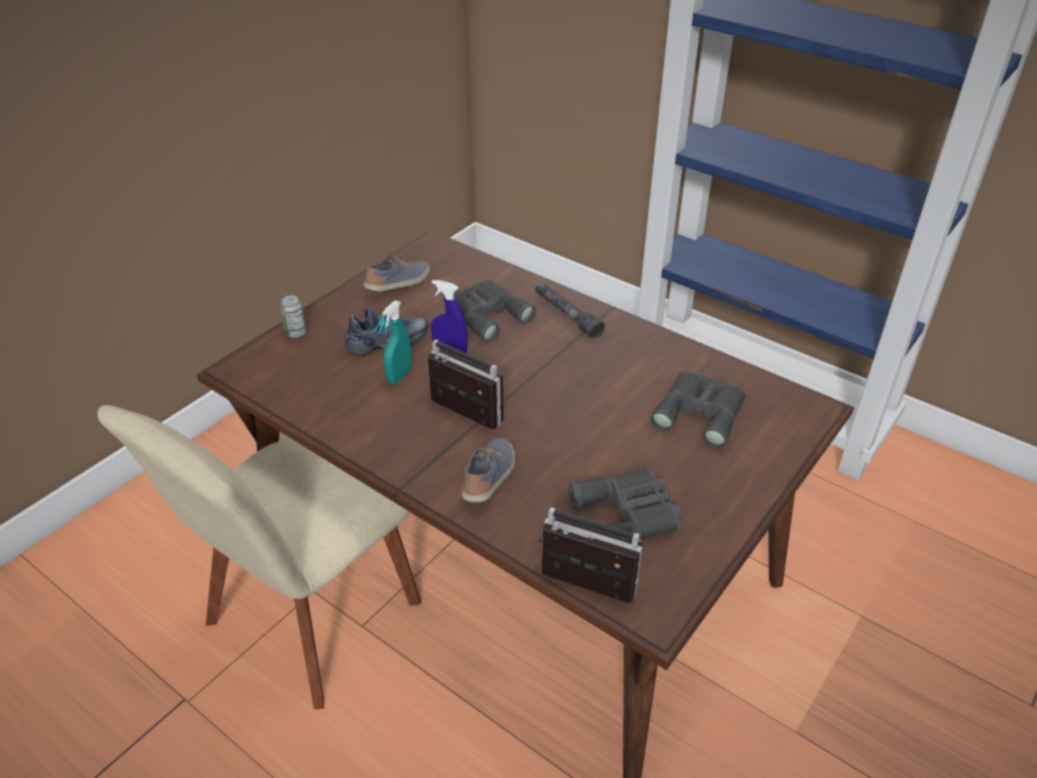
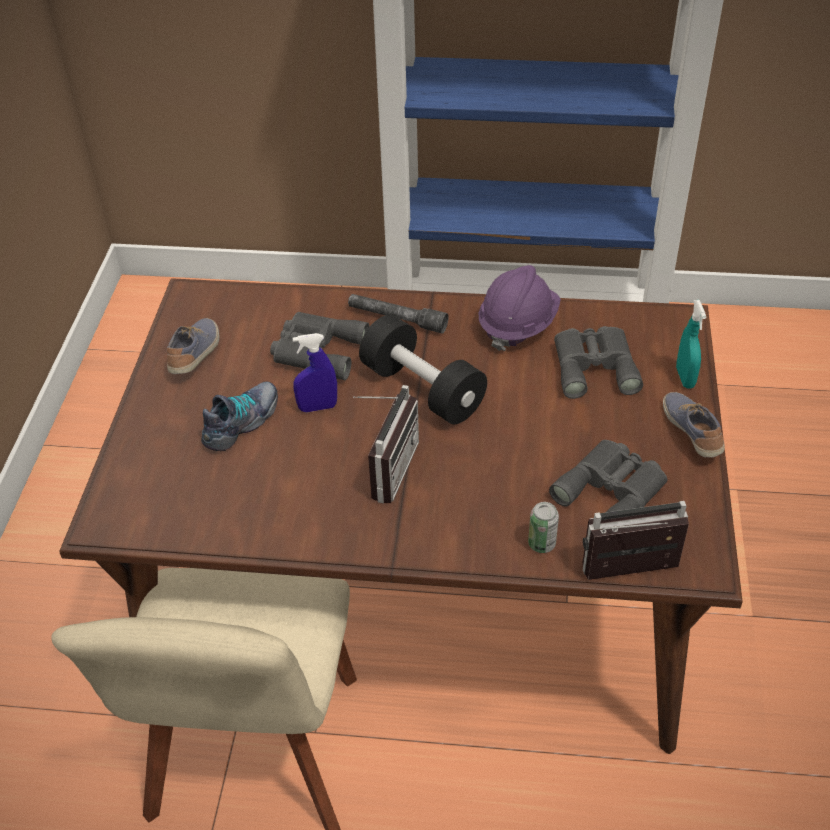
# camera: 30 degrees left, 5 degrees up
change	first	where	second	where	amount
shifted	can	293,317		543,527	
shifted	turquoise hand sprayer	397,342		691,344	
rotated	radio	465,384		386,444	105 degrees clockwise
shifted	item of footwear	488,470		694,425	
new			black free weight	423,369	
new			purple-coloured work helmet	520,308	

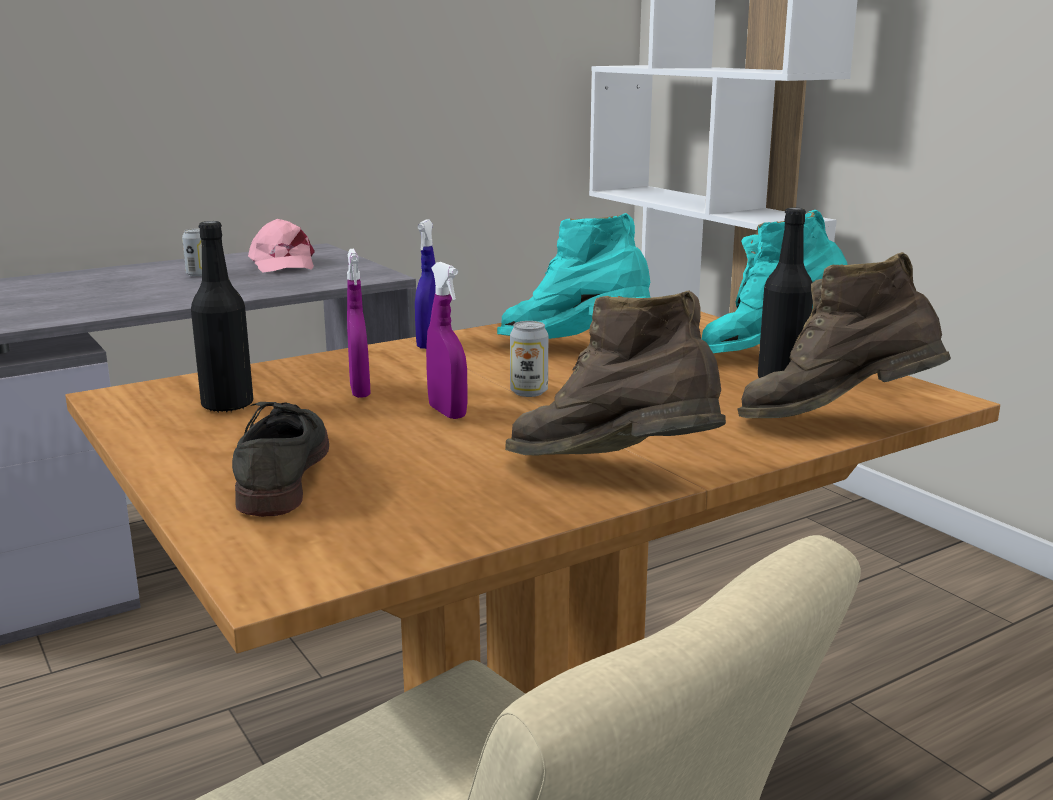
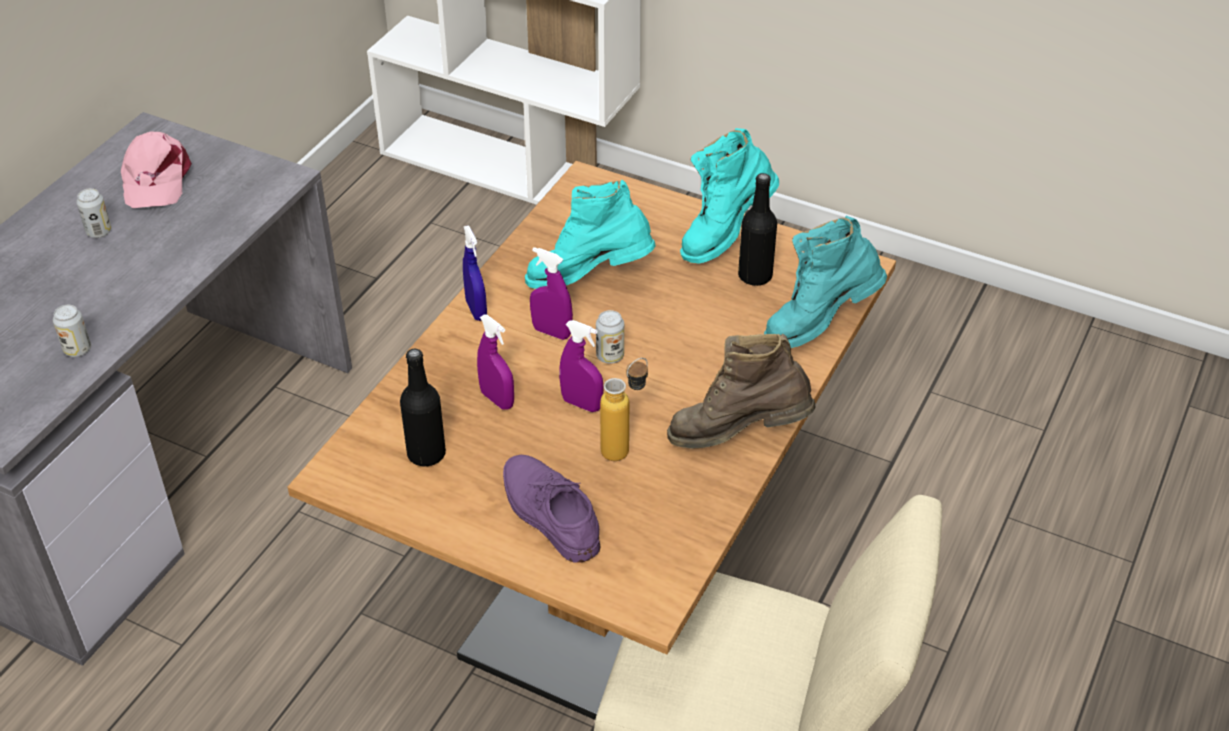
# camera: 30 degrees left, 25 degrees up
change	first	where	second	where	amount
repainted	gray item of footwear	280,459	purple-coloured item of footwear	551,509	
rotated	pink-coloured peaked cap	281,246		156,170	45 degrees clockwise
repainted	brownish boot	844,335	turquoise boot	825,282	
new			can	72,331	
new			purple-coloured hand sprayer	551,293	
new			drink bottle	624,409	

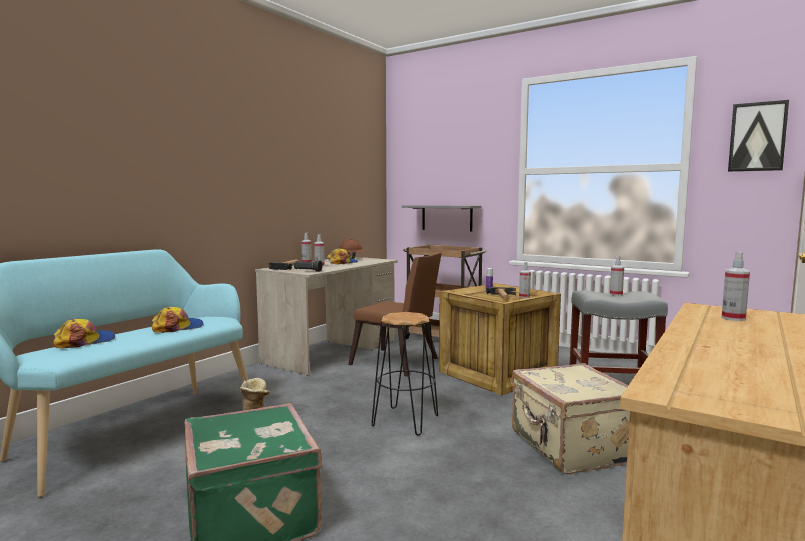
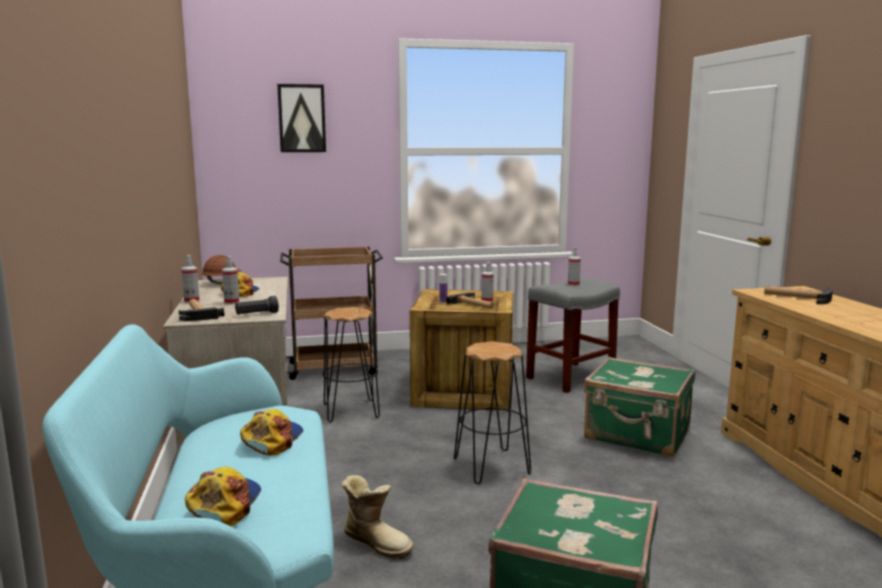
# camera: 45 degrees left, 5 degrees up
change	first	where	second	where	amount
swapped	brownish chair	395,315	black sitting stool	351,365	
gone	gray shelf	442,218			
repainted	beige-coloured suitcase	571,418	green-coloured suitcase	639,407	
swapped	hand sprayer	736,286	hand hammer	798,295	
shifted	wall art	758,136		301,118	

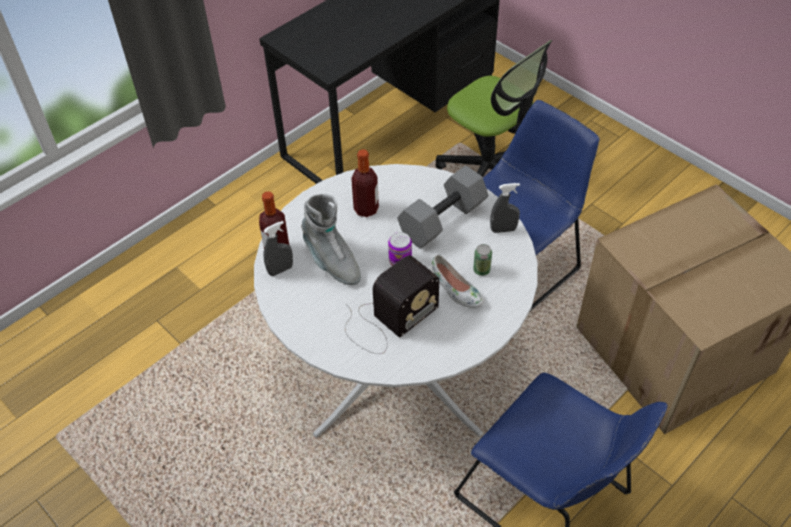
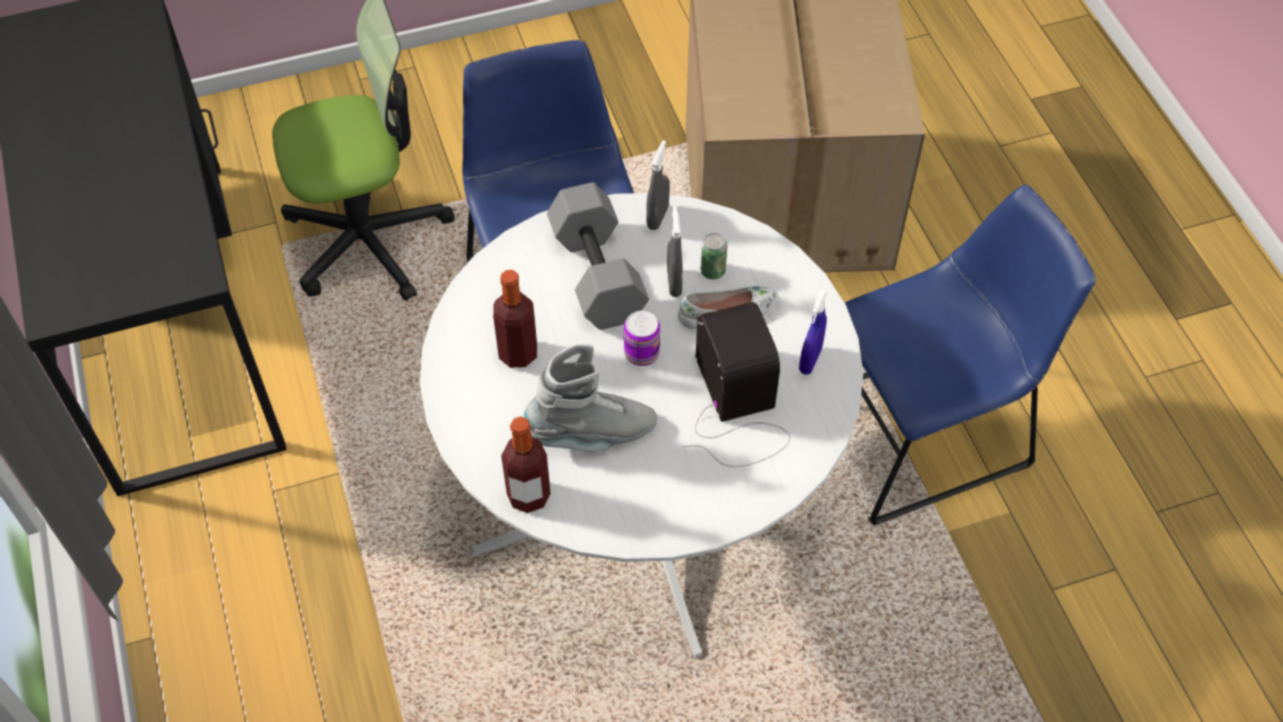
# camera: 65 degrees left, 5 degrees up
change	first	where	second	where	amount
shifted	gray hand sprayer	278,248		675,251	
new			blue-coloured hand sprayer	813,332	

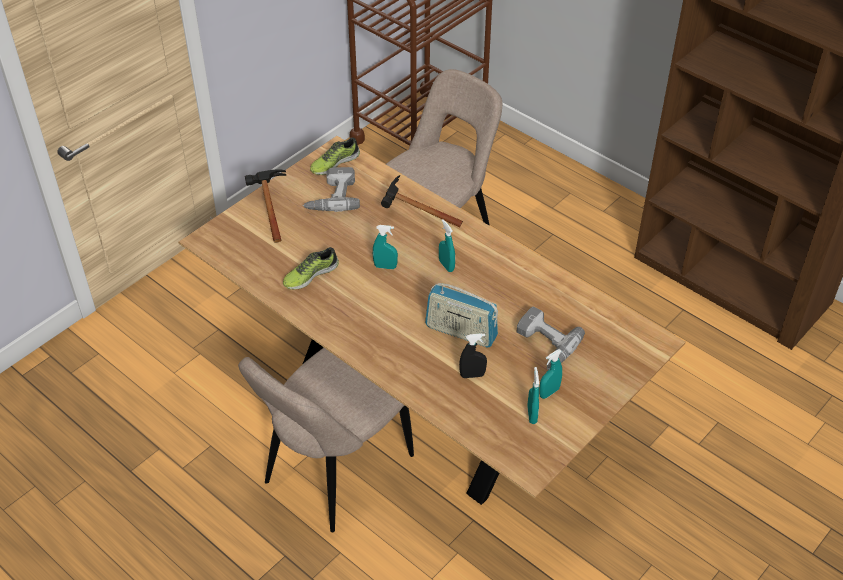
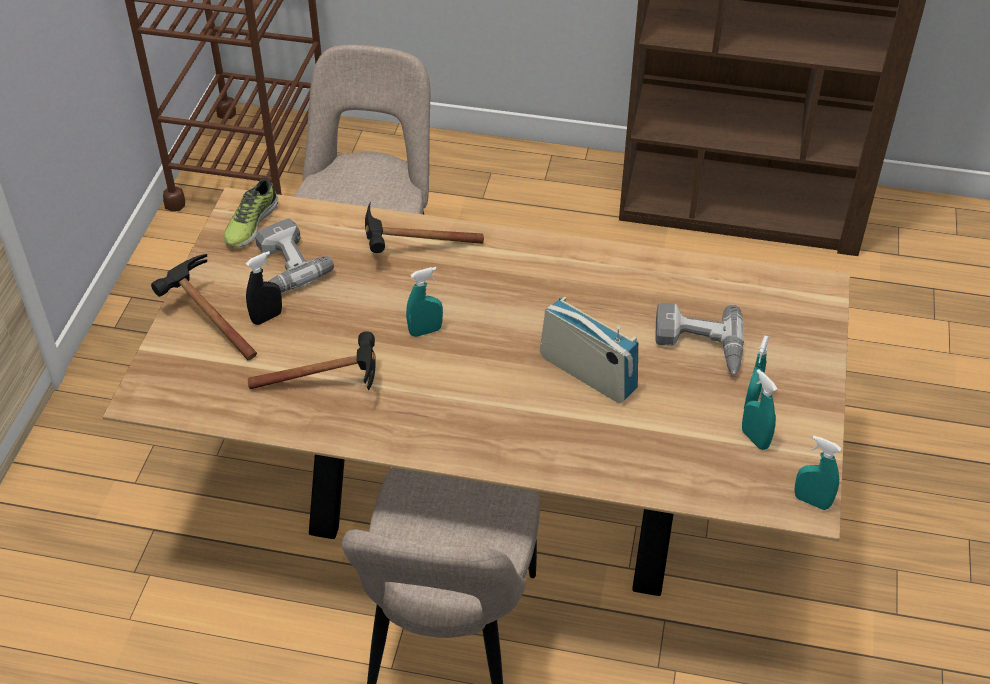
# camera: 30 degrees left, 0 degrees up
change	first	where	second	where	amount
swapped	item of footwear	311,268	hand hammer	312,360	
rotated	radio	461,315		589,350	135 degrees counterclockwise
shifted	turquoise hand sprayer	447,245		818,473	
shifted	black hand sprayer	473,355		264,288	

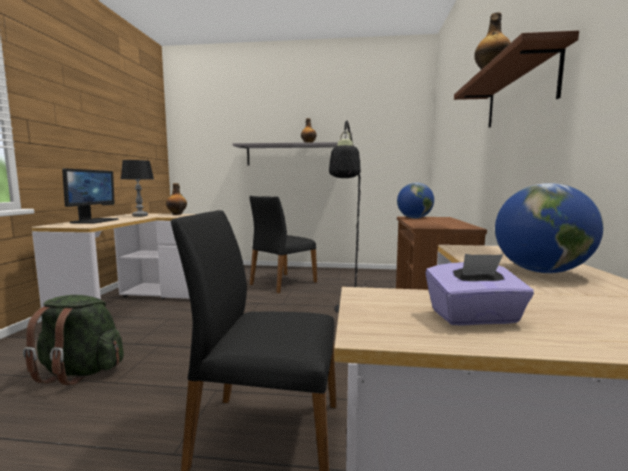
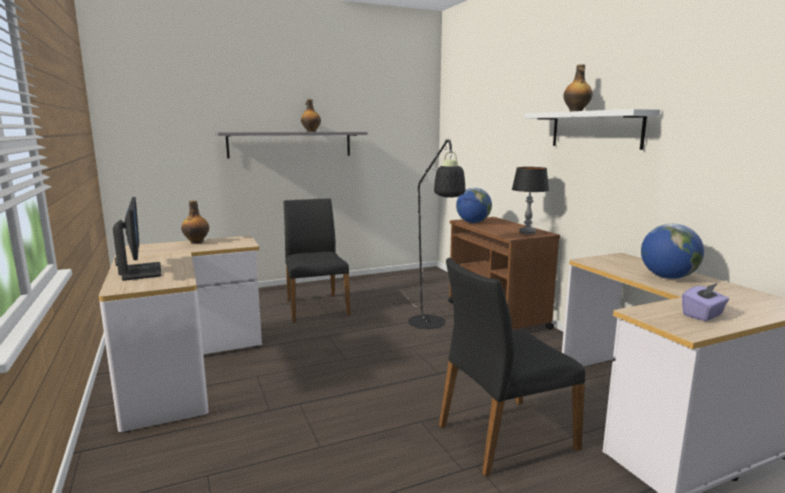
# camera: 30 degrees left, 5 degrees up
change	first	where	second	where	amount
gone	green-coloured knapsack	73,340			
shifted	lamp for a table	137,188		530,200	
rotated	black chair	283,244		317,260	150 degrees clockwise
repainted	brownish shelf	516,79	whitish shelf	592,129	

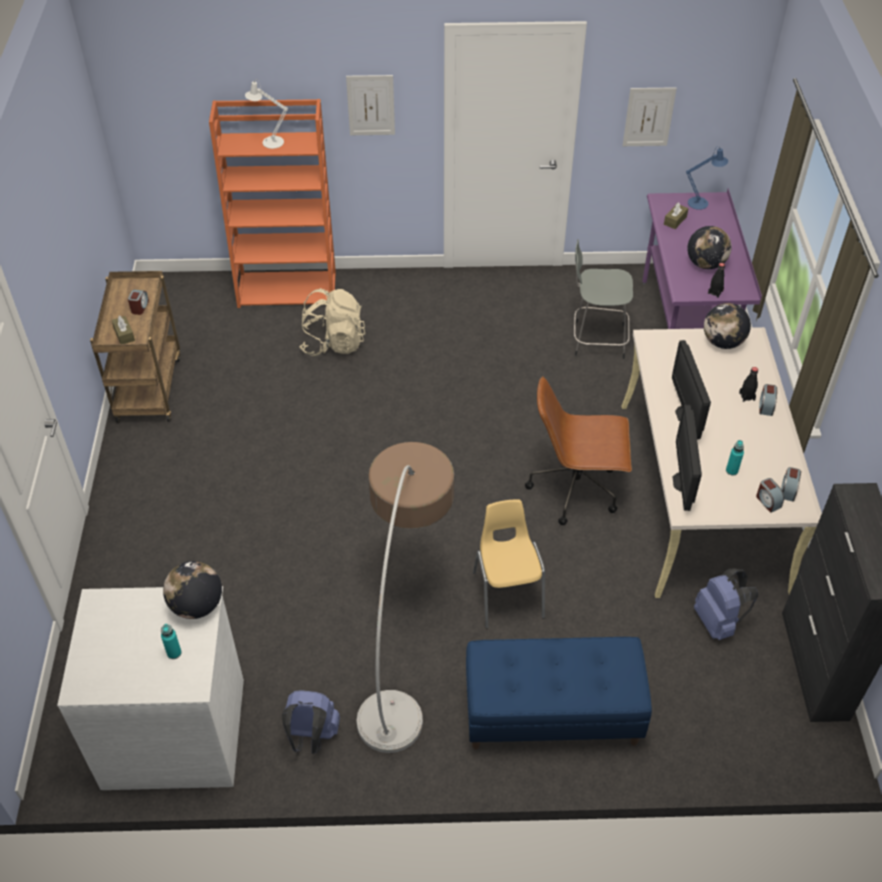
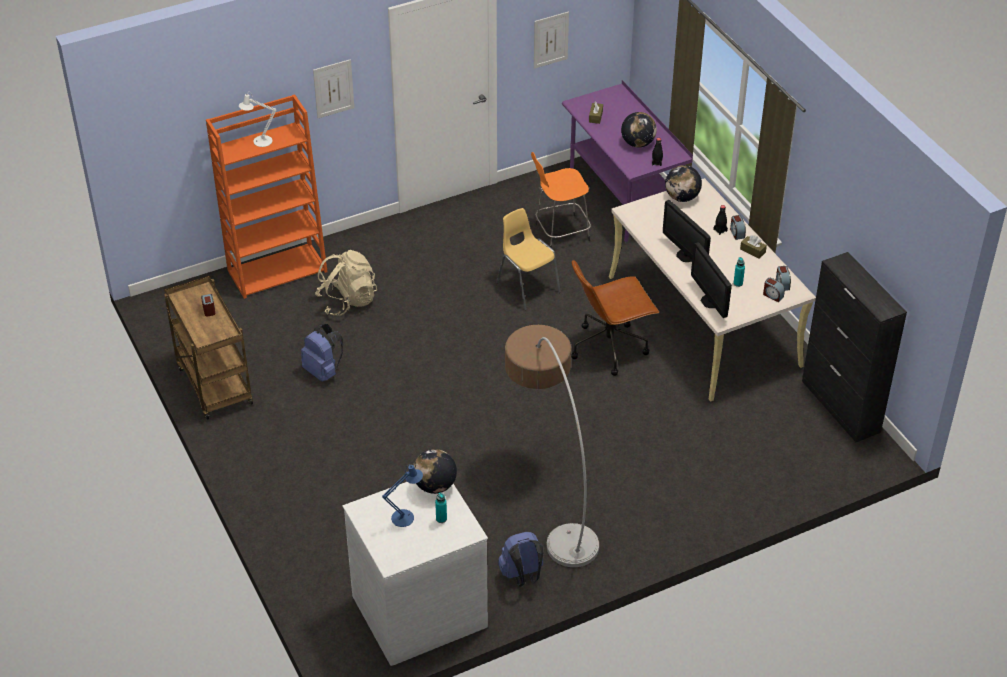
# camera: 25 degrees left, 5 degrees down
change	first	where	second	where	amount
shifted	brownish tissue box	123,330		753,247	
gone	blue-coloured long seat	559,693			
shifted	yellowish chair	509,563		528,259	
repainted	gray sitting stool	603,299	orangey sitting stool	561,200	
shifted	blue-coloured lamp for a table	707,178		402,496	
shifted	blue-coloured knapsack	726,604		322,353	

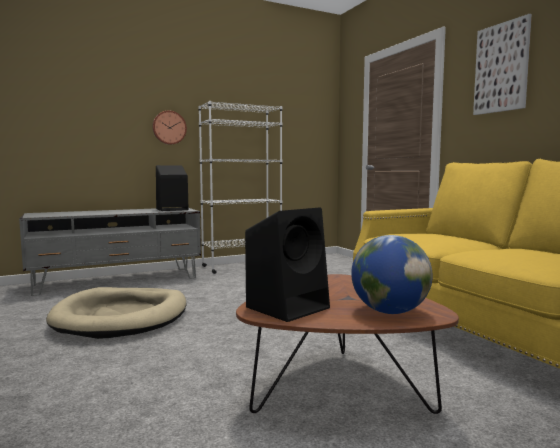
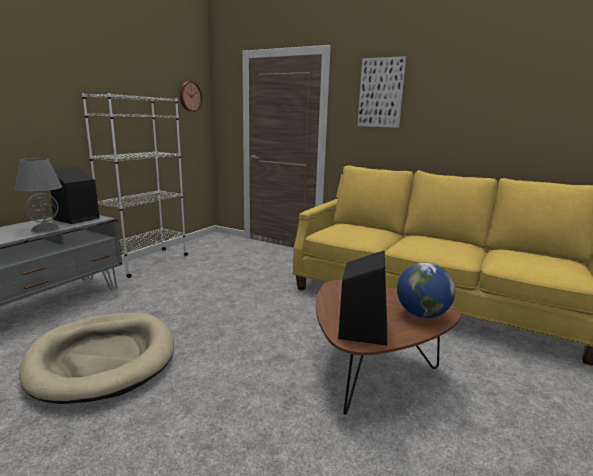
# camera: 35 degrees left, 10 degrees up
change	first	where	second	where	amount
shifted	wall clock	169,128		190,96	
new			gray lamp for a table	38,195	

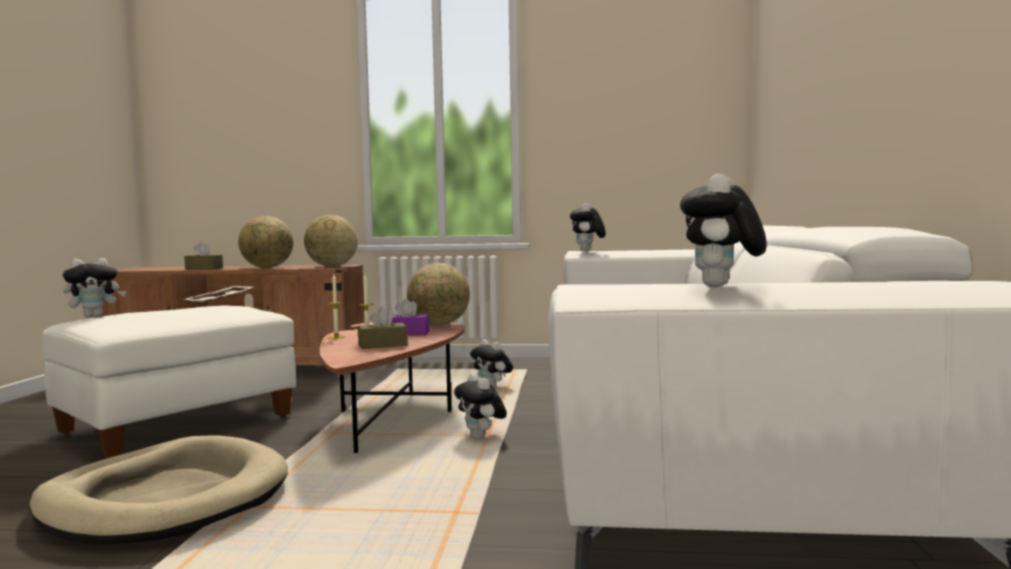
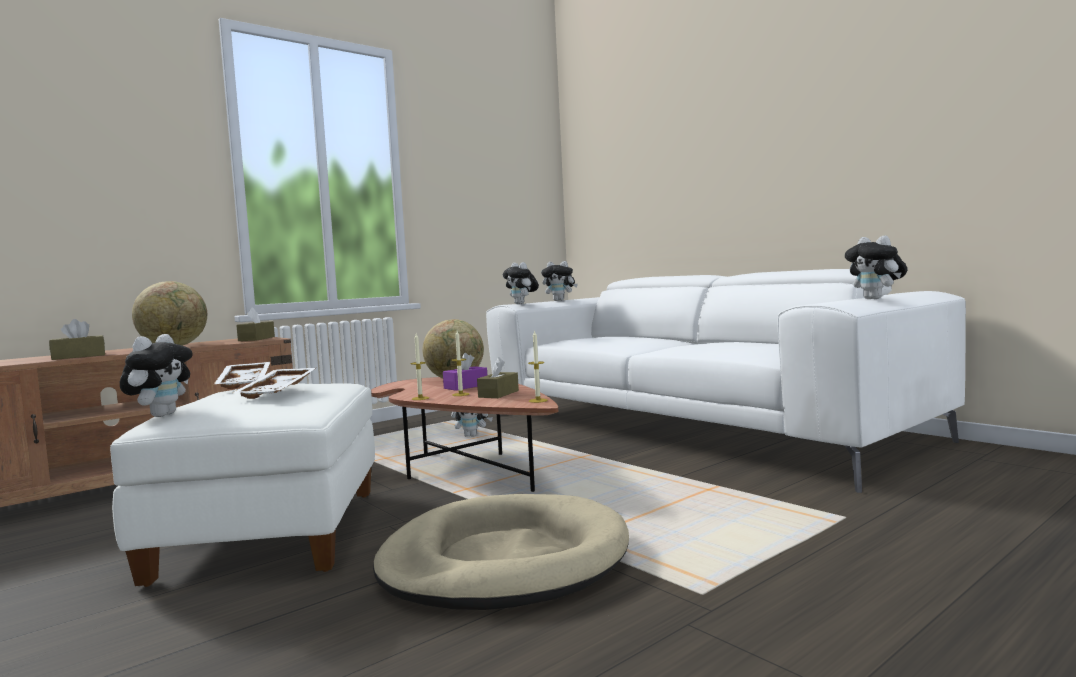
# camera: 45 degrees left, 0 degrees up
change	first	where	second	where	amount
swapped	globe	331,241	brownish tissue box	255,324	
shifted	cuddly toy	480,406		559,281	
new			whitish tray	274,383	
new			wax light	538,366	

